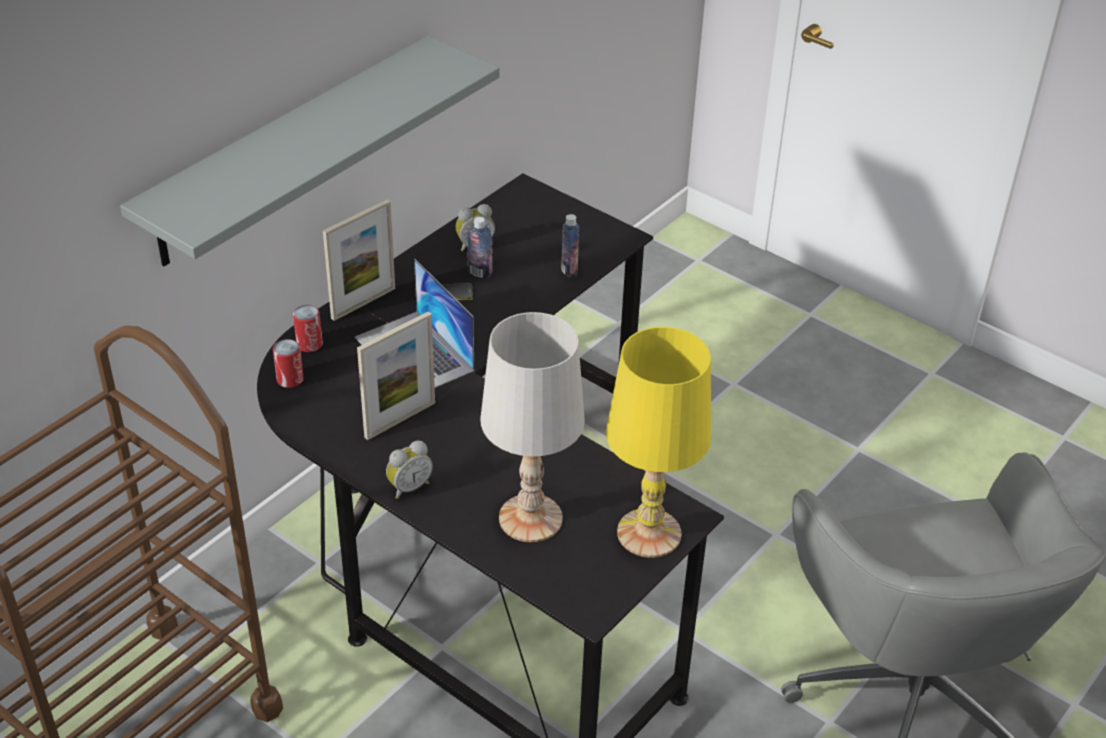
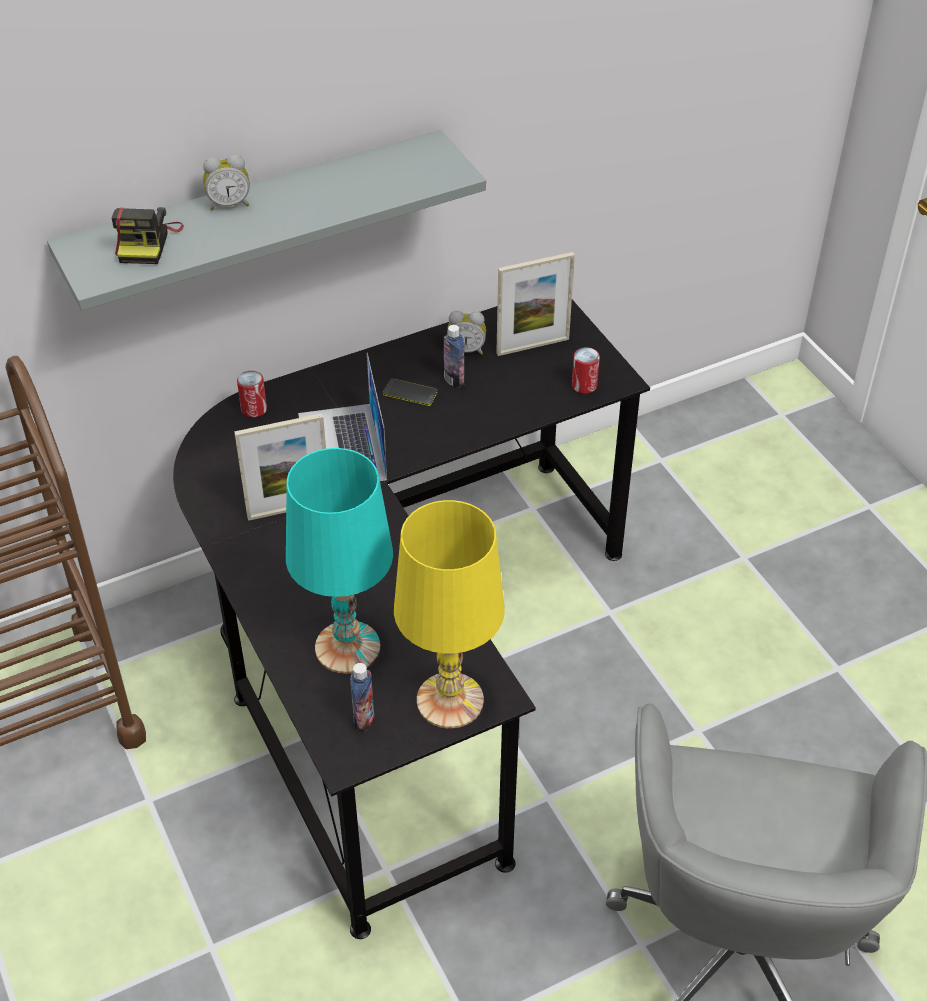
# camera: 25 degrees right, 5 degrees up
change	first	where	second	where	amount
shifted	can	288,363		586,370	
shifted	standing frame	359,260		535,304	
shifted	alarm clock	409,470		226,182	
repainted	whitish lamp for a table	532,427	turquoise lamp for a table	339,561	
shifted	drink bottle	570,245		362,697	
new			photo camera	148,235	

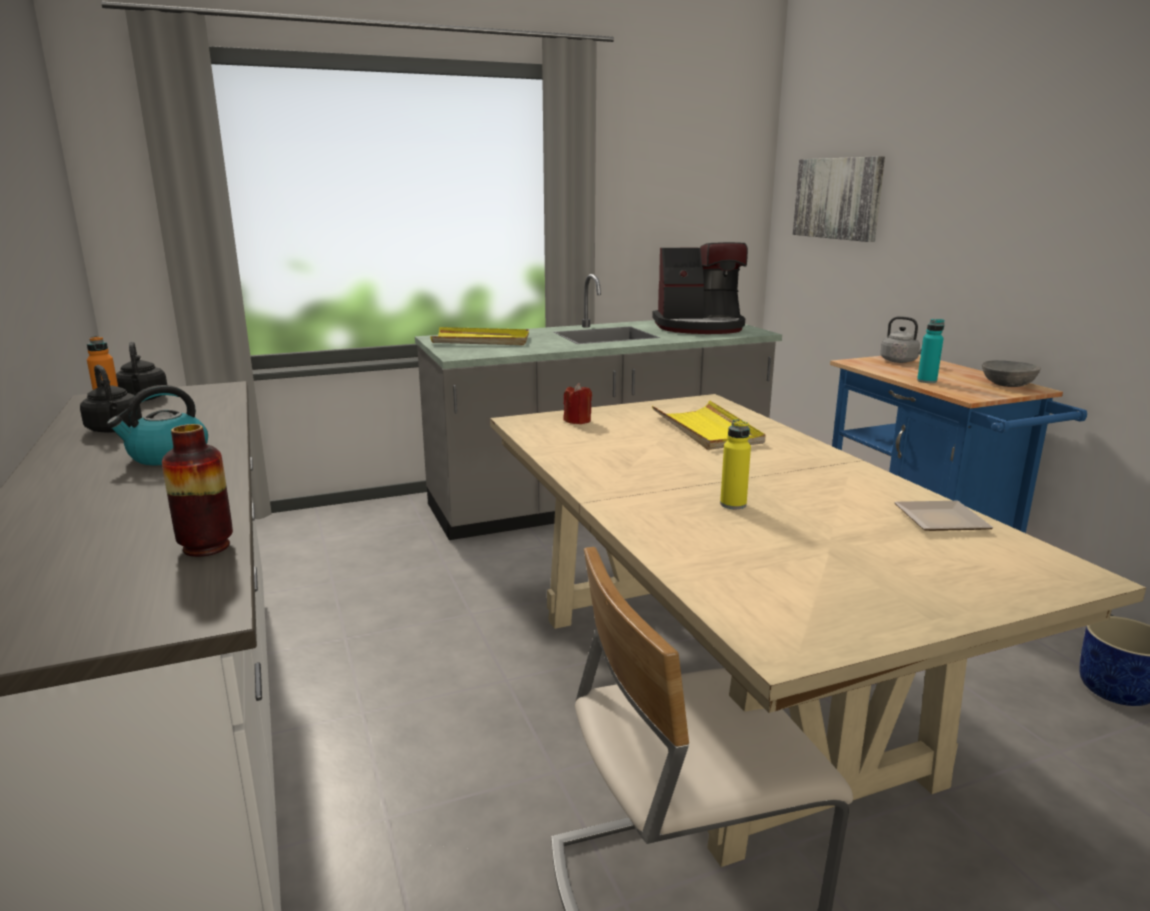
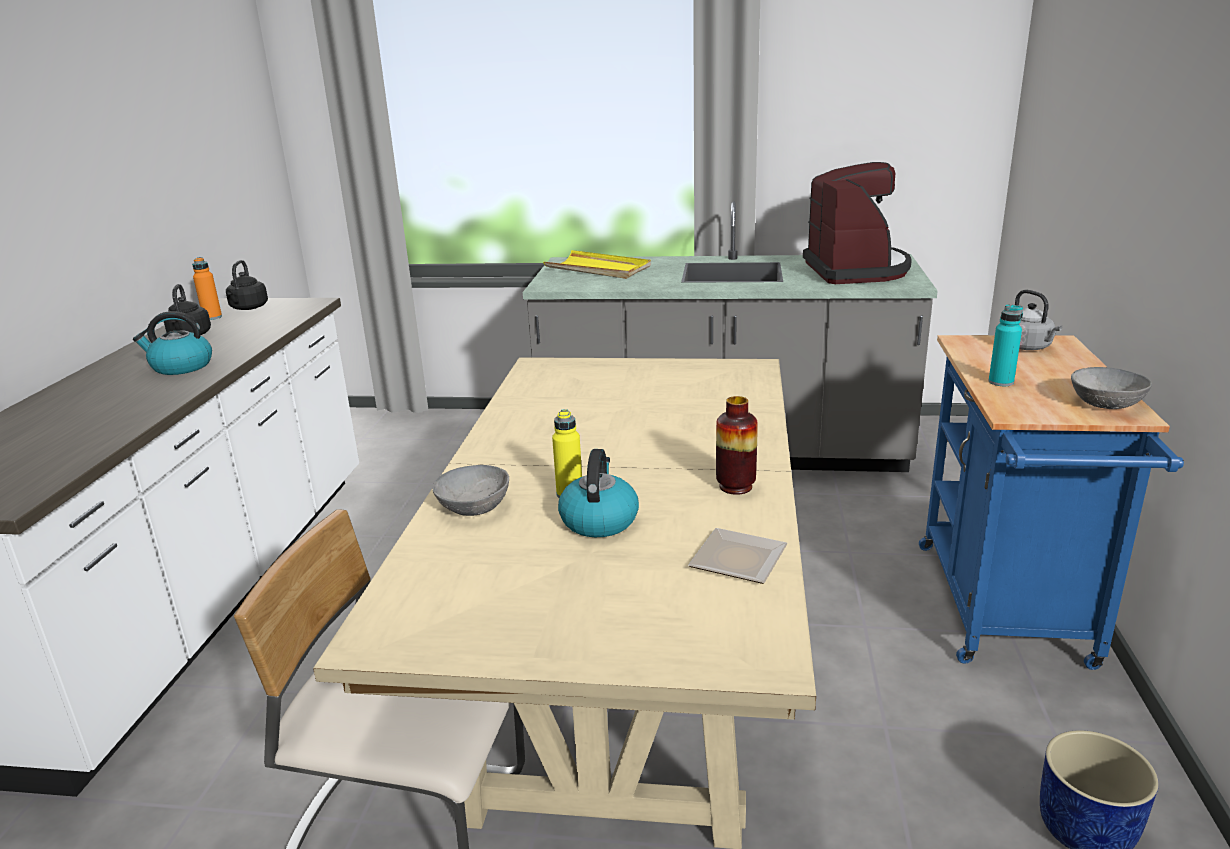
# camera: 30 degrees right, 5 degrees up
change	first	where	second	where	amount
shifted	vase	197,490		737,445	
gone	red wax light	577,403			
rotated	coffee brewer	700,288		857,223	120 degrees counterclockwise
gone	yellowish tray	709,425			
gone	wall art	839,199			
new			gray deep dish	470,490	
new			kettle	598,493	

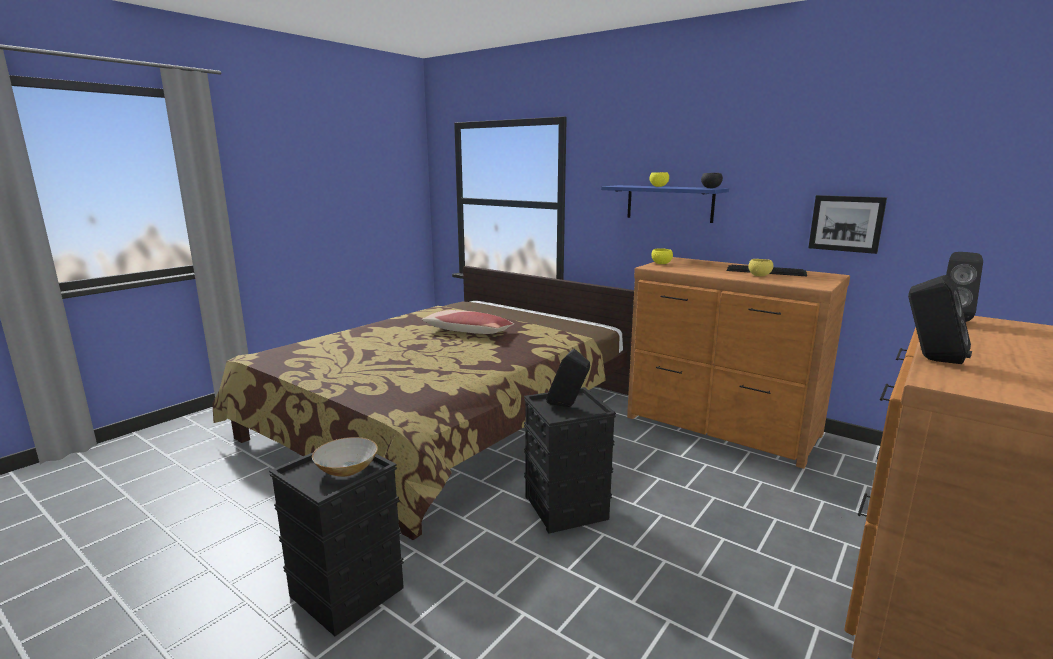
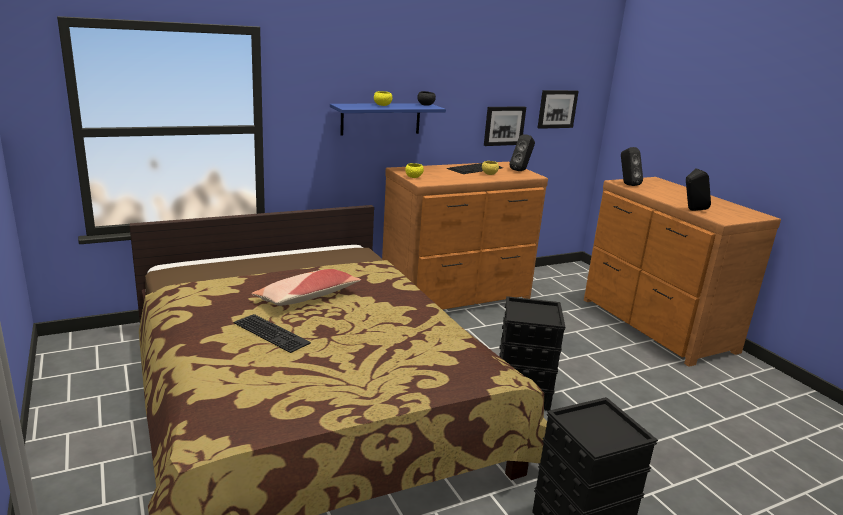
# camera: 65 degrees left, 5 degrees up
change	first	where	second	where	amount
gone	deep dish	345,457			
shifted	black loudspeaker	568,377		522,152	
new			keyboard	272,333	
new			wall art	558,109	

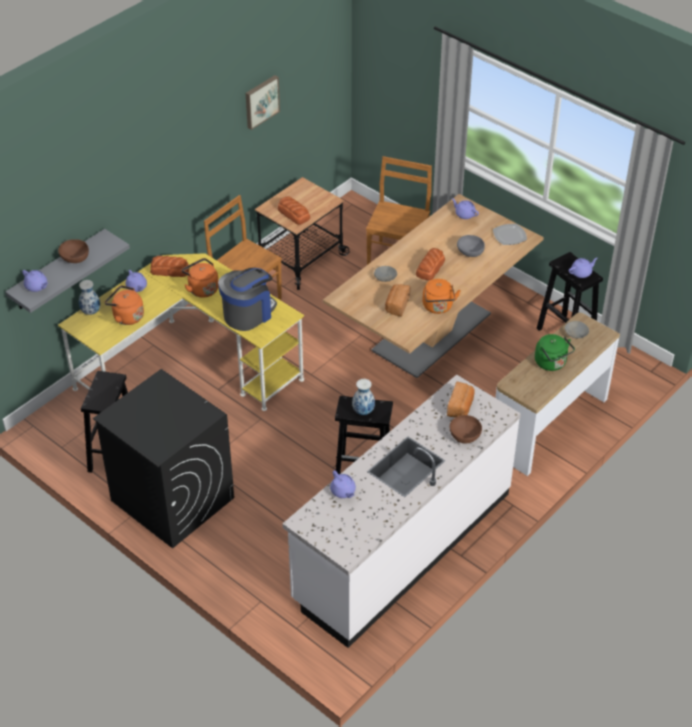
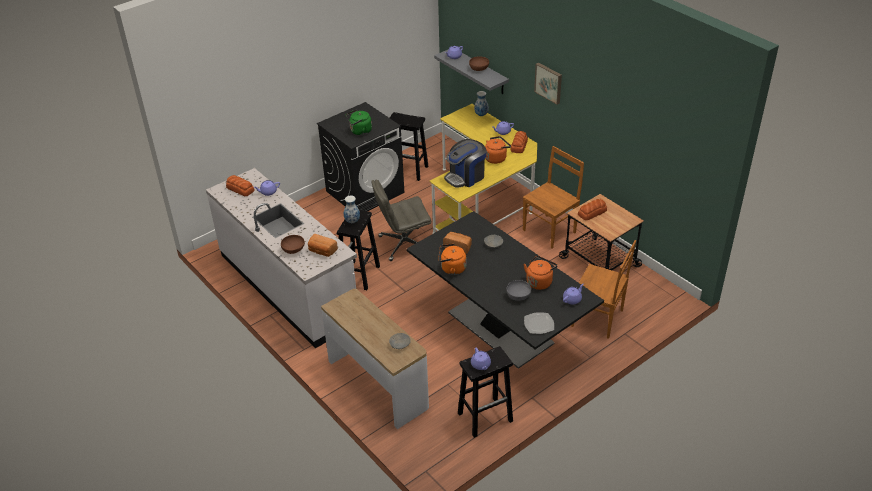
# camera: 100 degrees right, 5 degrees down
change	first	where	second	where	amount
shifted	orangey kettle	124,305		540,273	
rotated	coffee brewer	247,299		465,163	90 degrees clockwise
shifted	wall art	263,102		548,84	
repainted	beige-coloured dinner table	433,286	black dinner table	505,290	
shifted	bread	430,264		240,185	
shifted	green-coloured kettle	555,352		359,122	
new			gray desk chair	401,220	

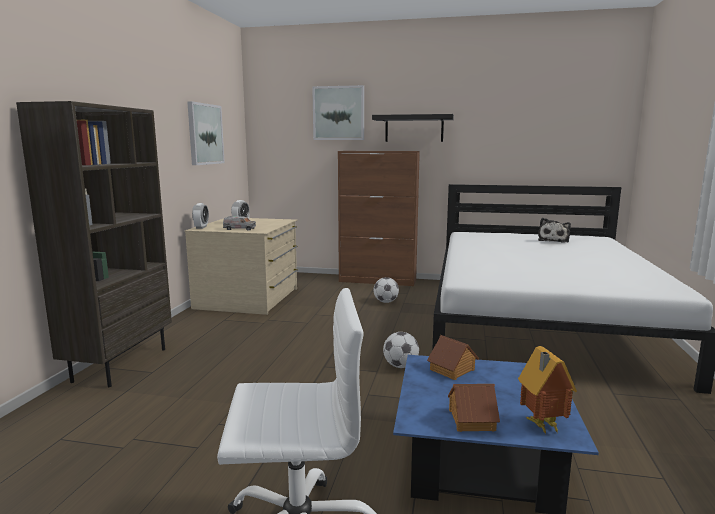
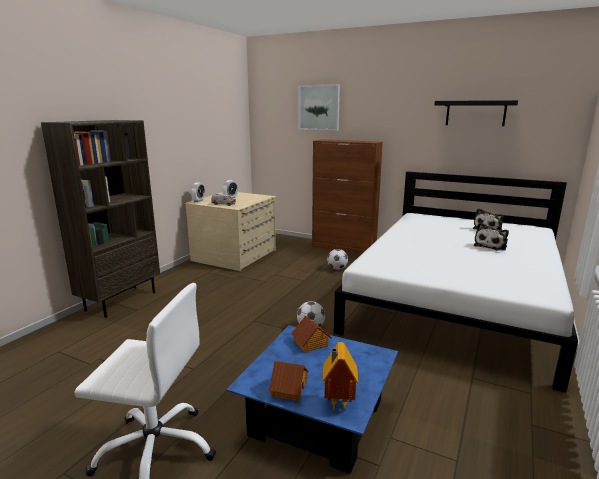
# camera: 15 degrees right, 5 degrees up
change	first	where	second	where	amount
gone	wall art	206,133			
shifted	black shelf	413,128		476,113	
new			cuddly toy	491,237	

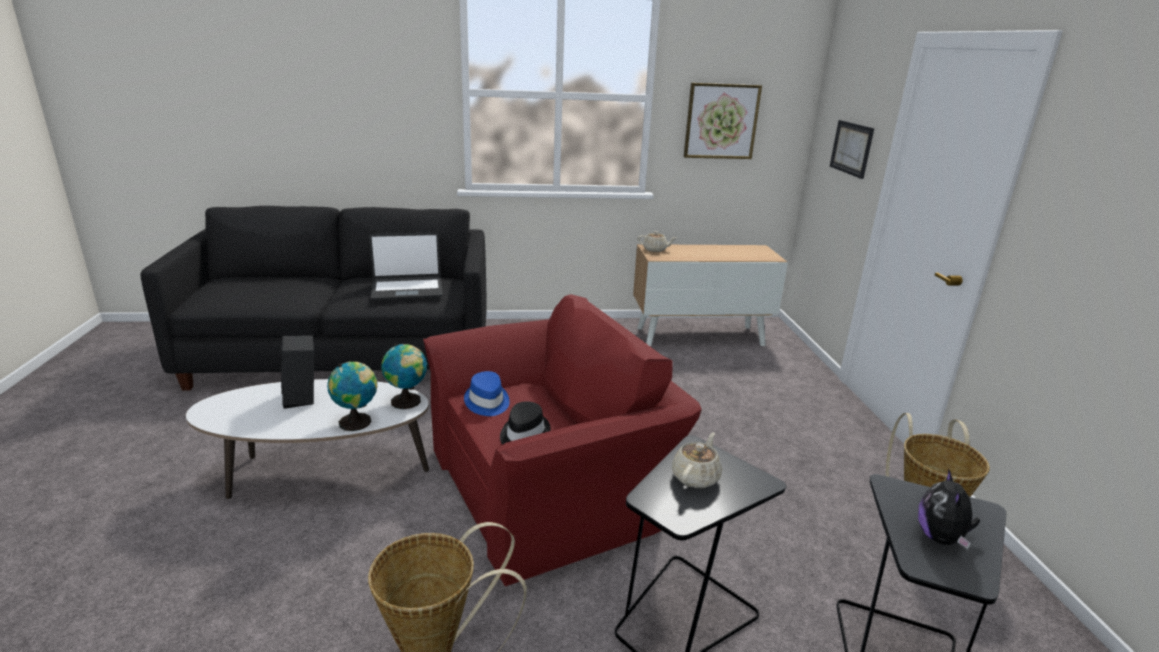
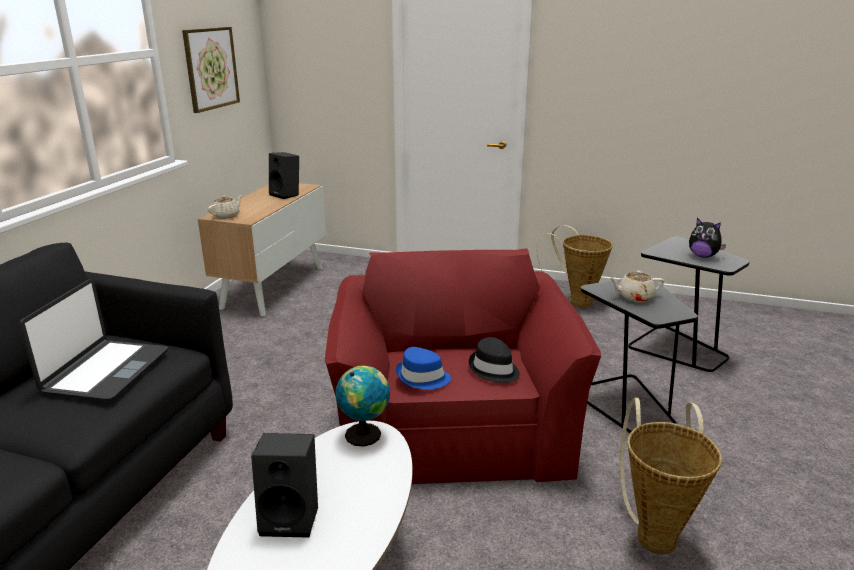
# camera: 65 degrees left, 0 degrees up
change	first	where	second	where	amount
gone	globe	352,396			
rotated	beige-coloured teapot	697,460		636,286	60 degrees counterclockwise
gone	wall art	852,149			
new			black loudspeaker	284,175	

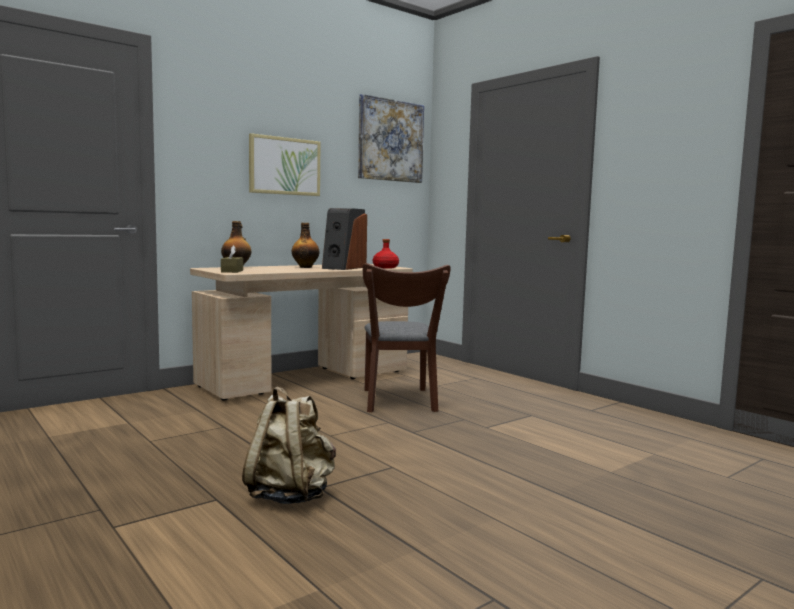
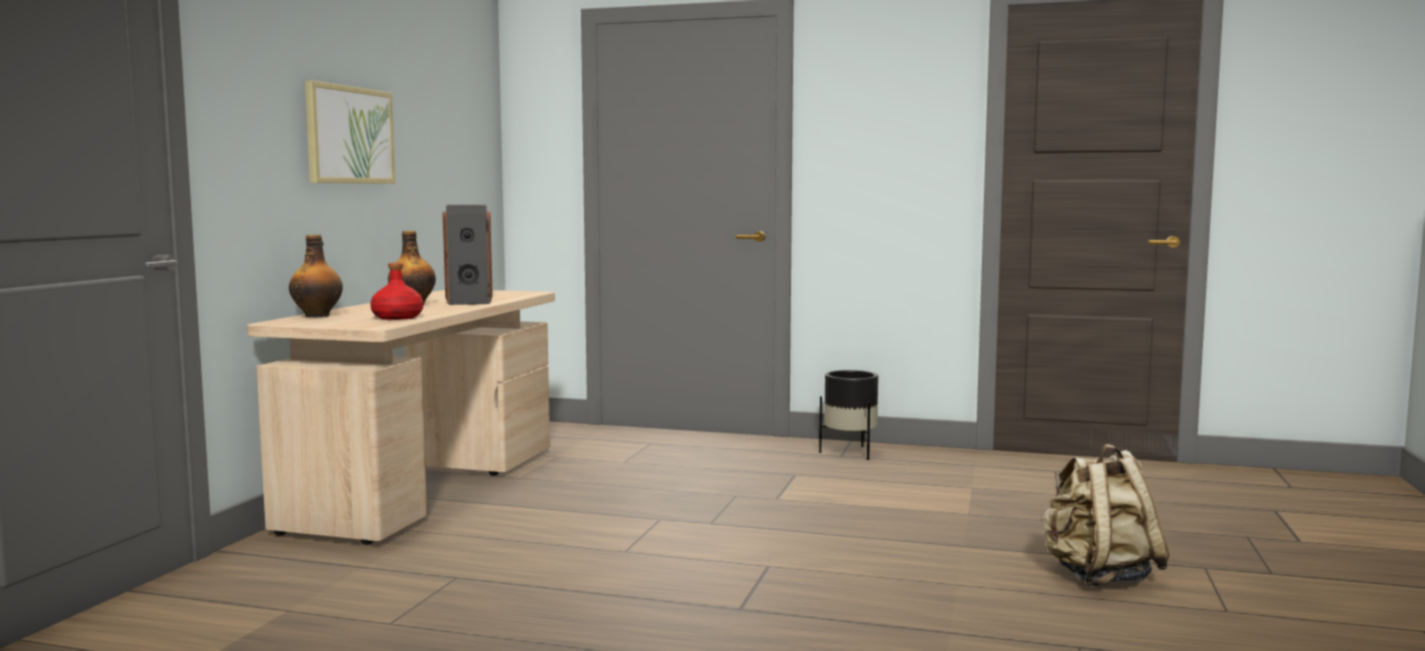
# camera: 35 degrees left, 0 degrees up
change	first	where	second	where	amount
gone	brownish tissue box	232,259			
shifted	beige-coloured knapsack	289,445		1105,515	
gone	wall art	391,138			
gone	brownish chair	407,337			
shifted	red drink bottle	386,253		396,291	
new			black plant pot	848,415	

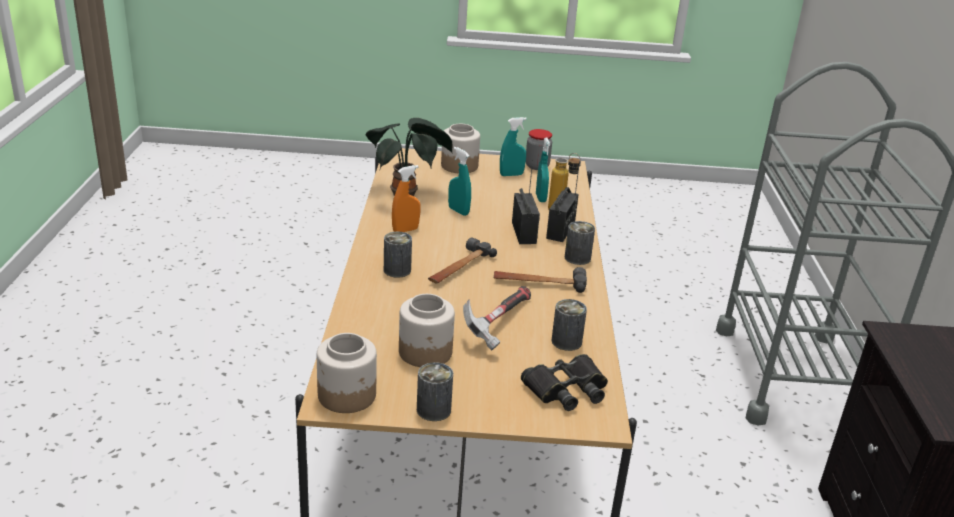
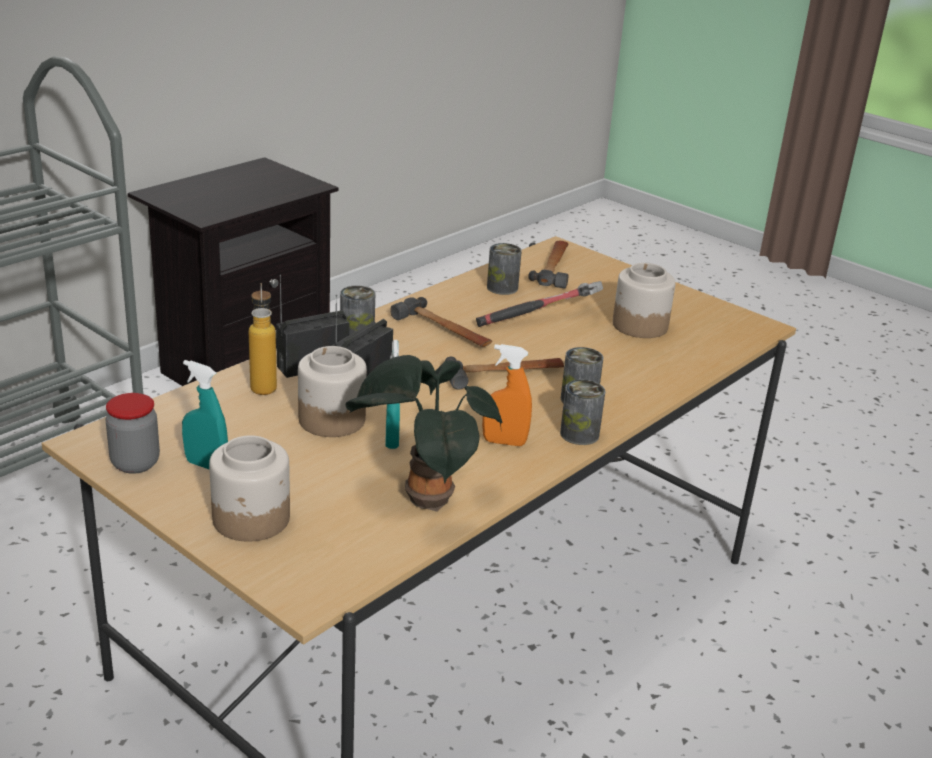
# camera: 140 degrees left, 0 degrees up
change	first	where	second	where	amount
shifted	jar	347,373		332,391	
shifted	can	435,391		582,412	
swapped	black pair of binoculars	564,382	hand hammer	548,265	
gone	turquoise hand sprayer	543,169			

